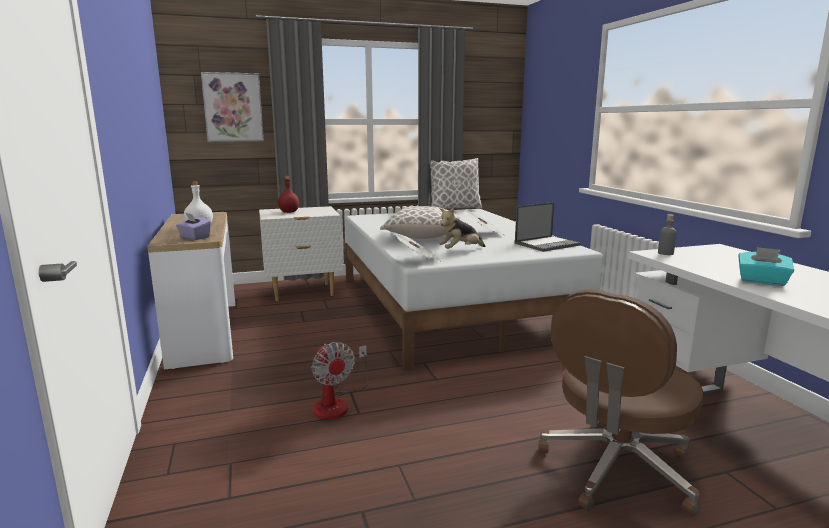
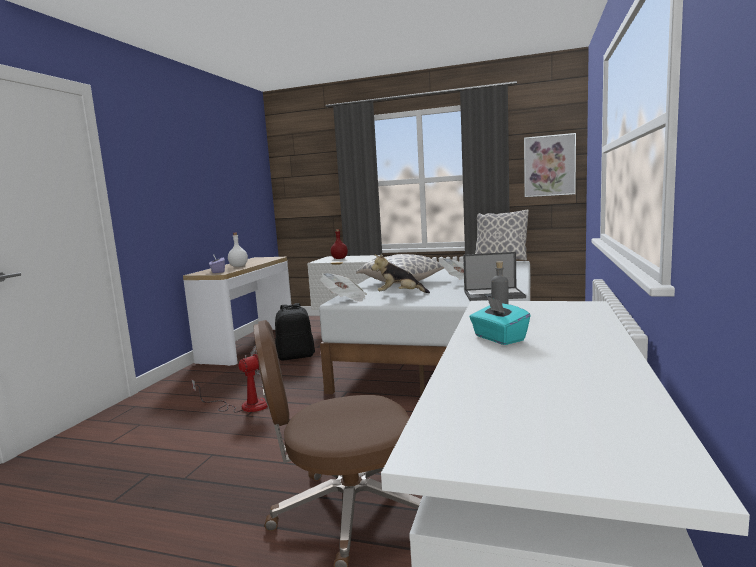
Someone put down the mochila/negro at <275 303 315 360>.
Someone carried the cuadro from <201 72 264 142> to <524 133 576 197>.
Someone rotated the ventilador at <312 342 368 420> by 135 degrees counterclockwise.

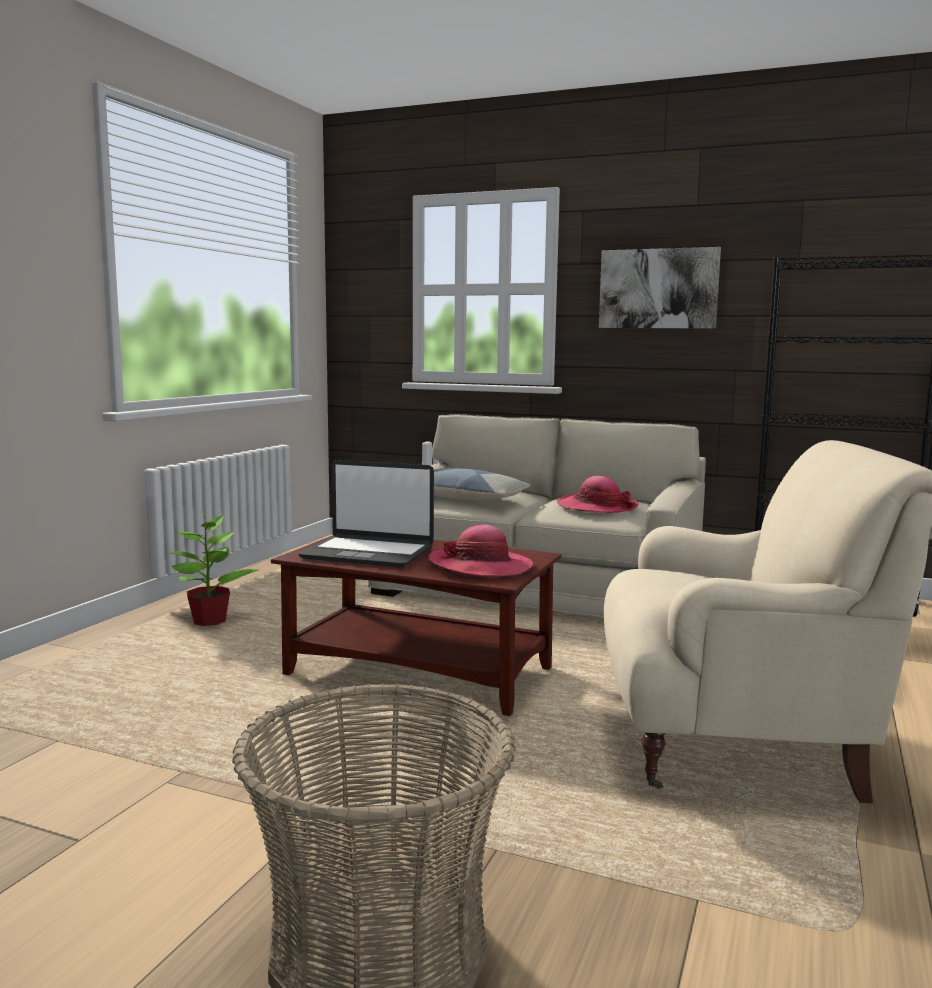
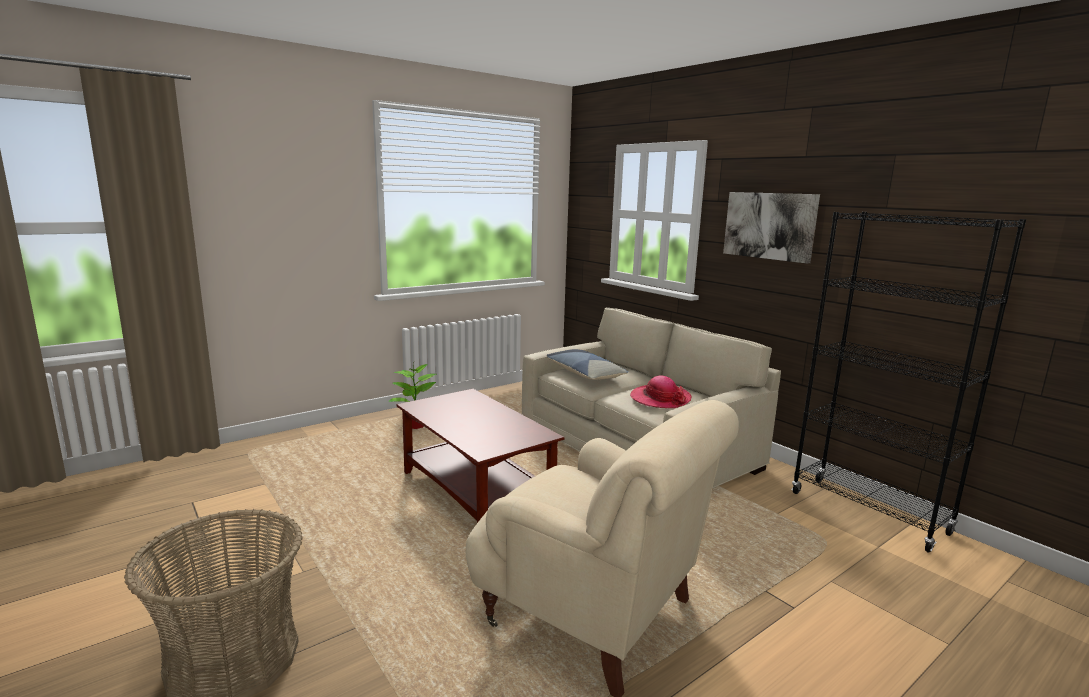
Someone took away the portátil at <299 460 434 567>.
Someone took away the sombrero at <428 524 535 578>.

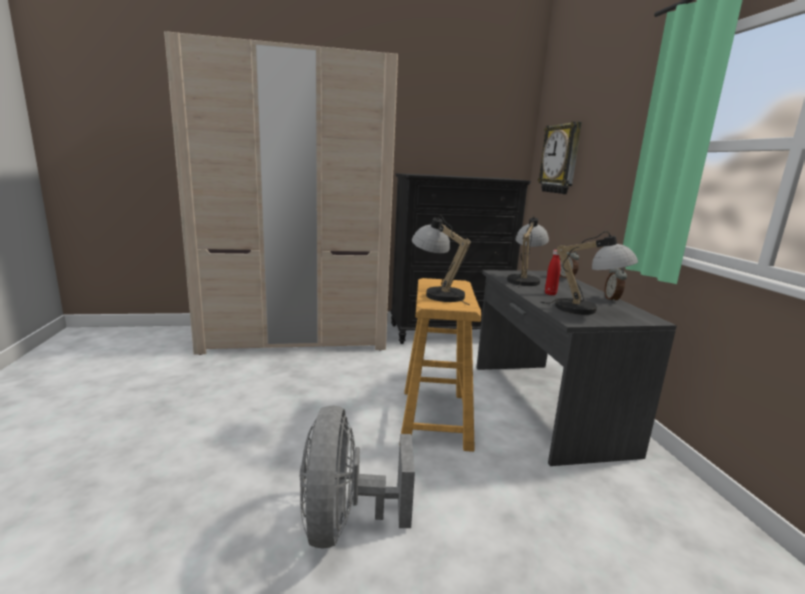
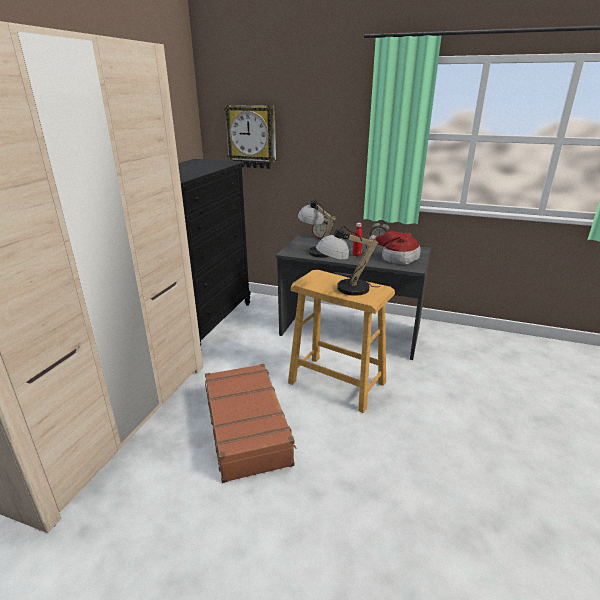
Someone took away the ventilador/gris at <300 405 415 549>.
Someone put down the maleta/marrón at <205 364 297 483>.
Someone swapped the lámpara de mesa at <540 231 638 315> for the sombrero at <369 231 421 265>.

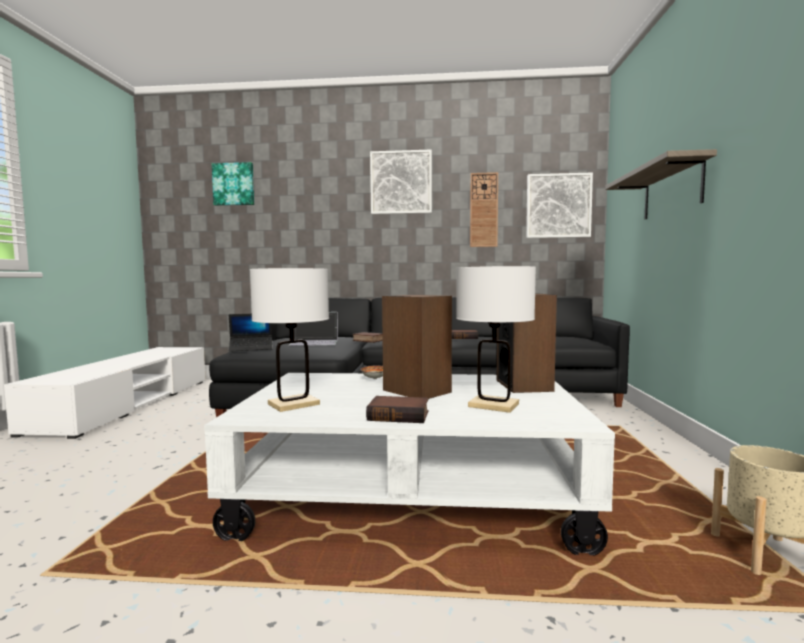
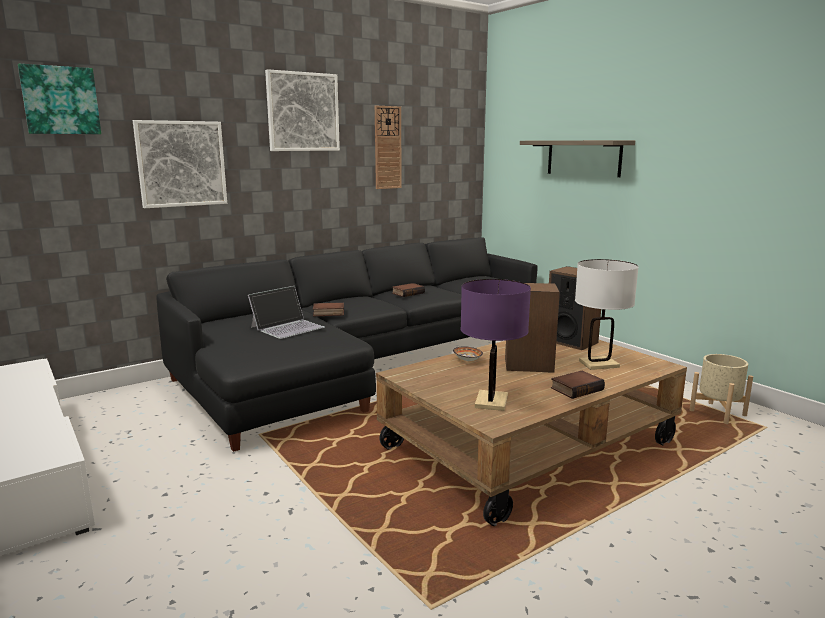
Someone took away the portátil at <229 314 273 352>.
Someone carried the cuadro from <526 173 593 238> to <133 120 227 208>.
Someone repainted the mesa de centro/blanco at <204 373 615 555>, which became the mesa de centro/marrón at <376 340 687 526>.
Someone repainted the lámpara de mesa/blanco at <250 268 329 412>, which became the lámpara de mesa/morado at <461 279 531 411>.

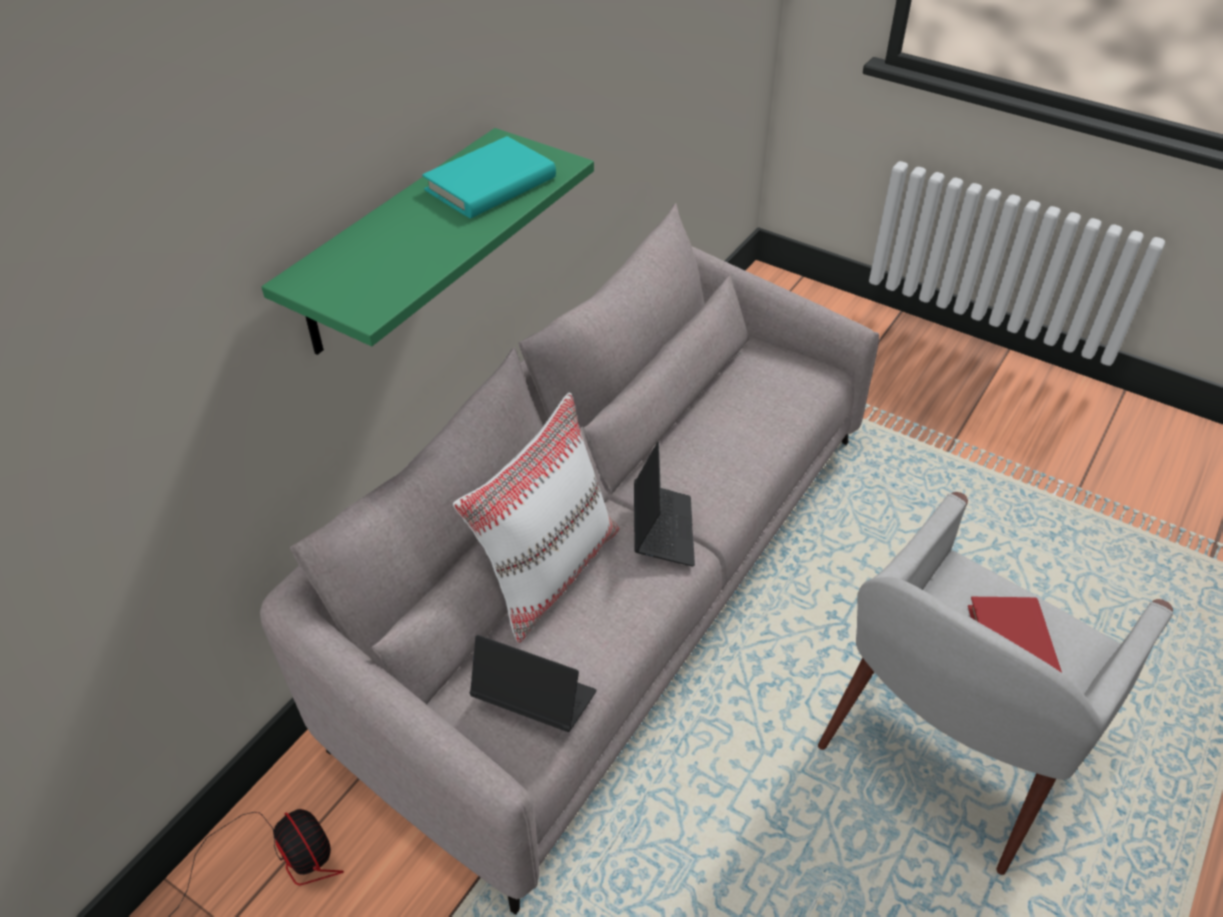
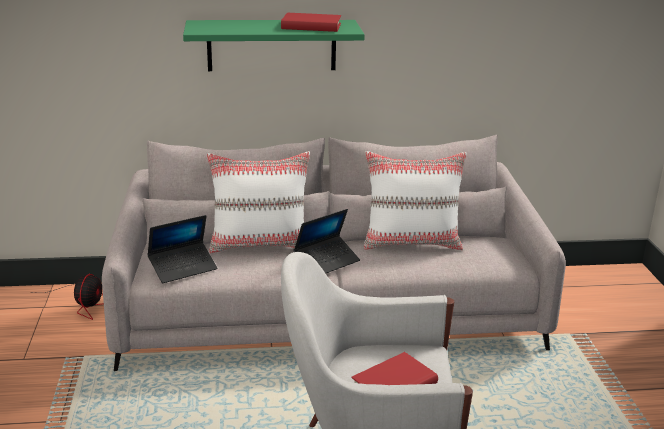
Someone put down the cojín/blanco at <364 151 466 250>.
Someone repainted the libro/turquesa at <422 136 556 218>, which became the libro/rojo at <281 13 341 32>.
Someone rotated the portátil at <469 635 596 732> by 75 degrees clockwise.

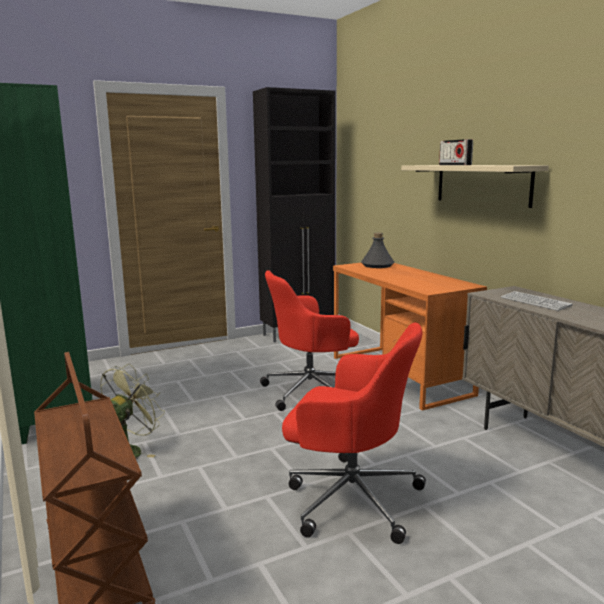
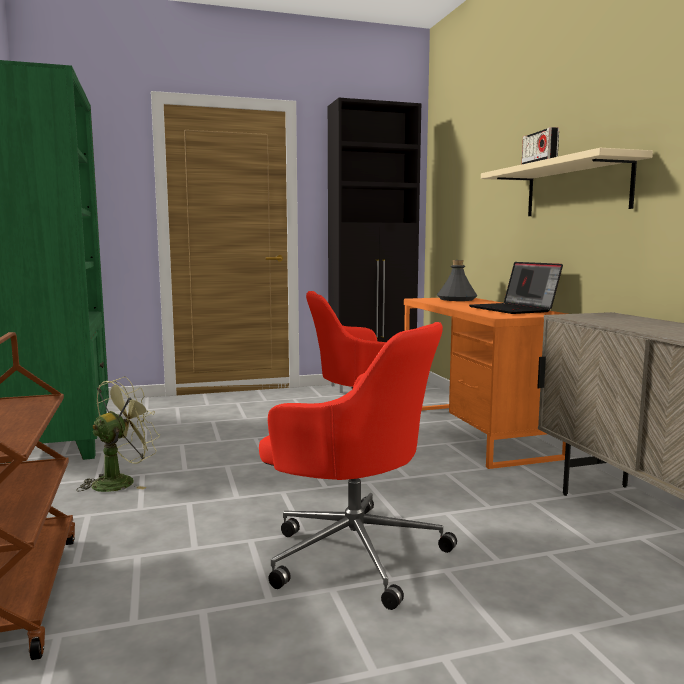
Someone took away the teclado at <501 291 573 311>.
Someone put down the portátil at <469 262 563 314>.

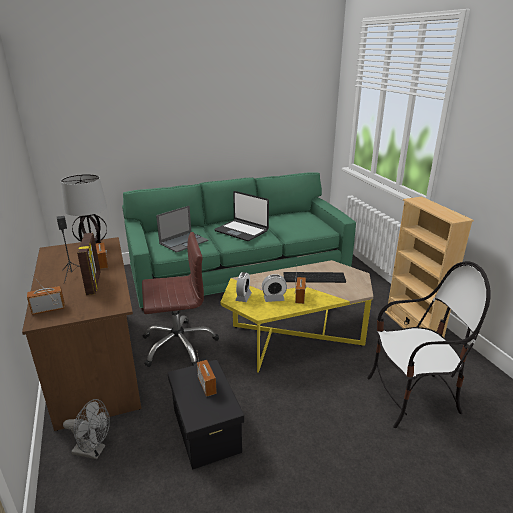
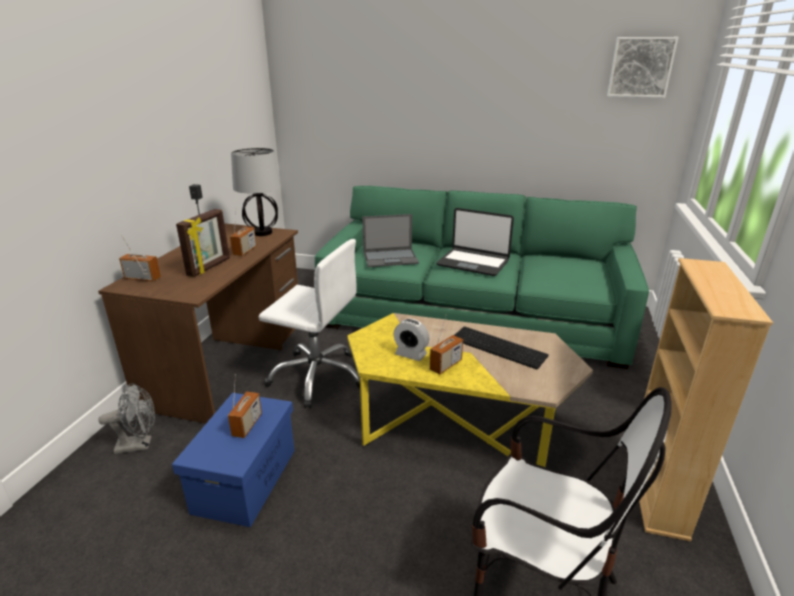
Someone took away the despertador at <235 272 252 302>.
Someone put up the cuadro at <607 37 678 98>.
Someone repainted the silla de oficina/marrón at <142 232 219 367>, which became the silla de oficina/blanco at <259 239 360 408>.
Someone repainted the caja de almacenaje/negro at <168 360 244 470>, which became the caja de almacenaje/azul at <172 393 294 527>.
Someone rotated the ventilador/gris at <63 399 110 459> by 60 degrees counterclockwise.
Someone rotated the portátil at <214 191 269 241> by 45 degrees counterclockwise.

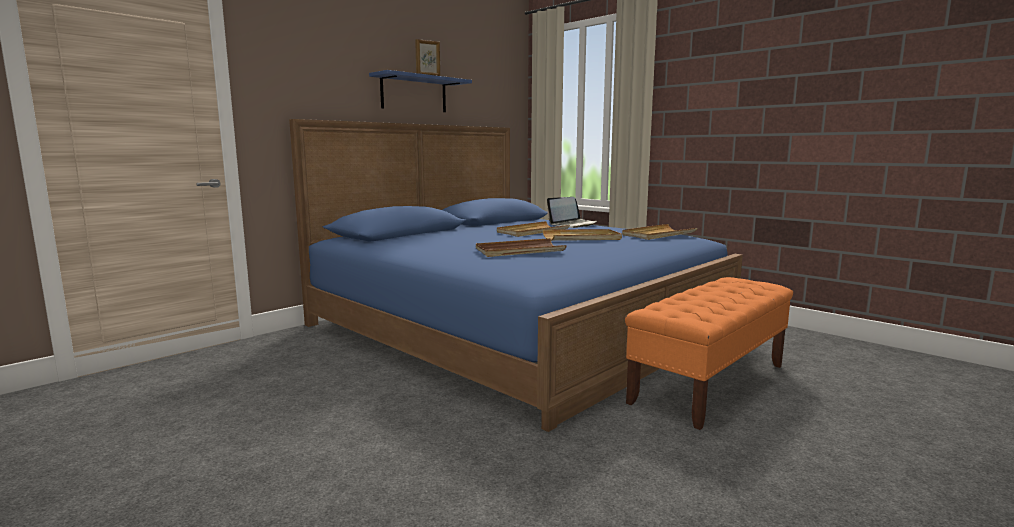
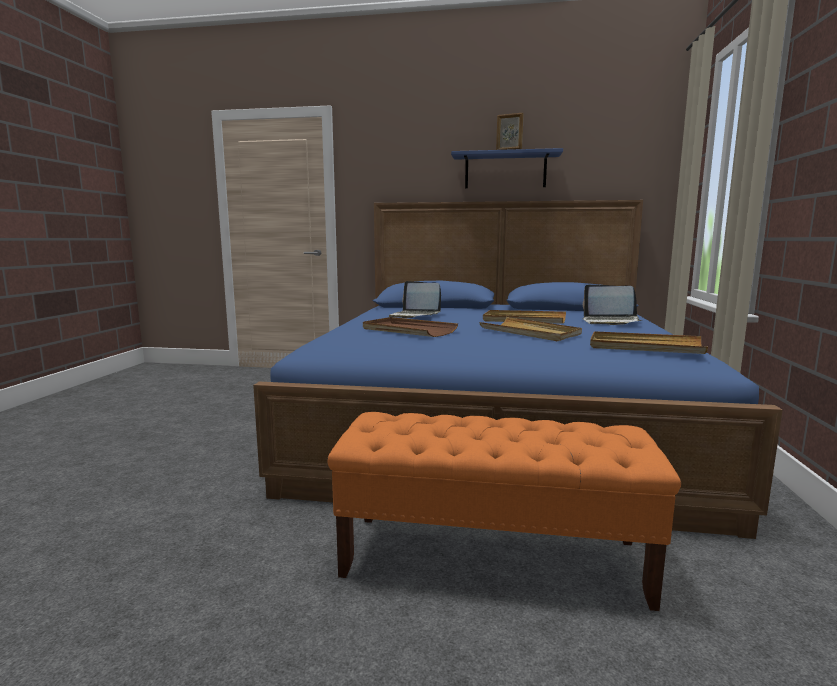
Someone put down the portátil at <389 281 441 318>.

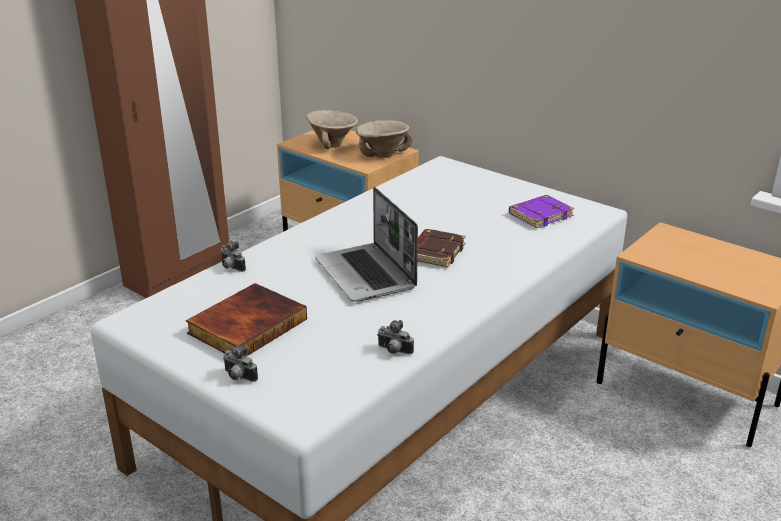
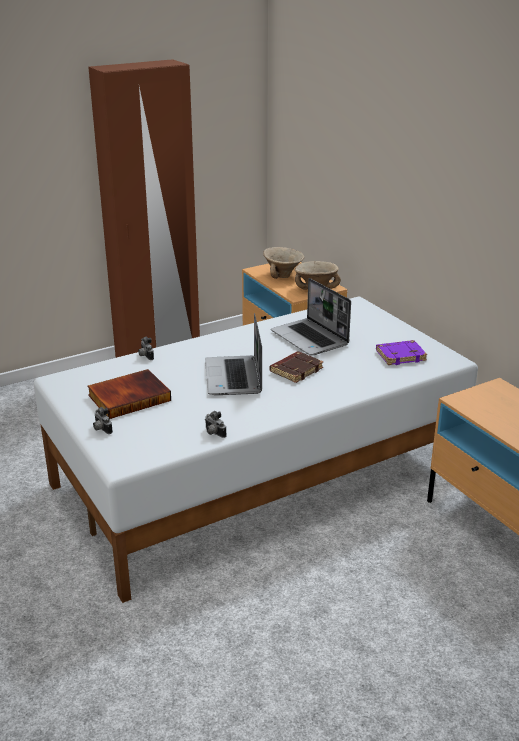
Someone put down the portátil at <271 278 351 355>.

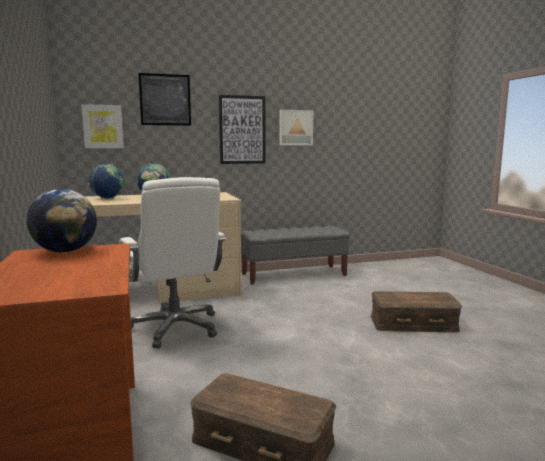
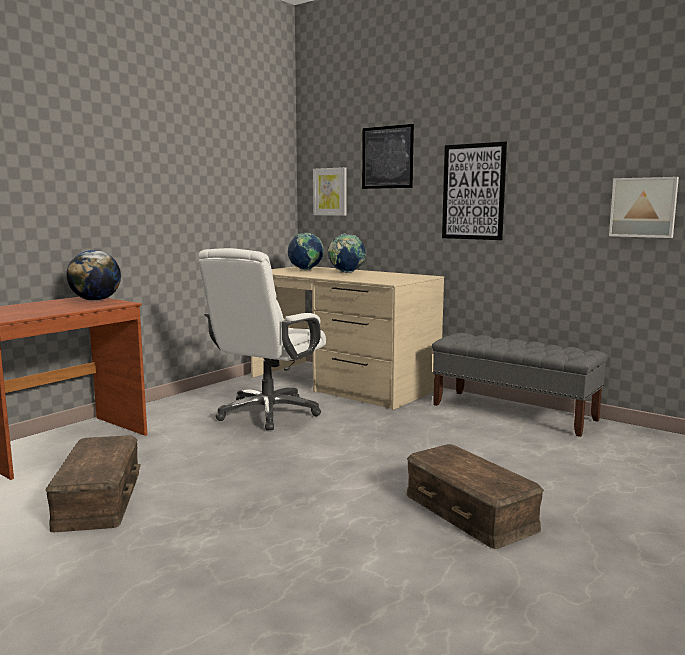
Someone carried the cuadro from <279 110 313 145> to <609 177 679 238>.

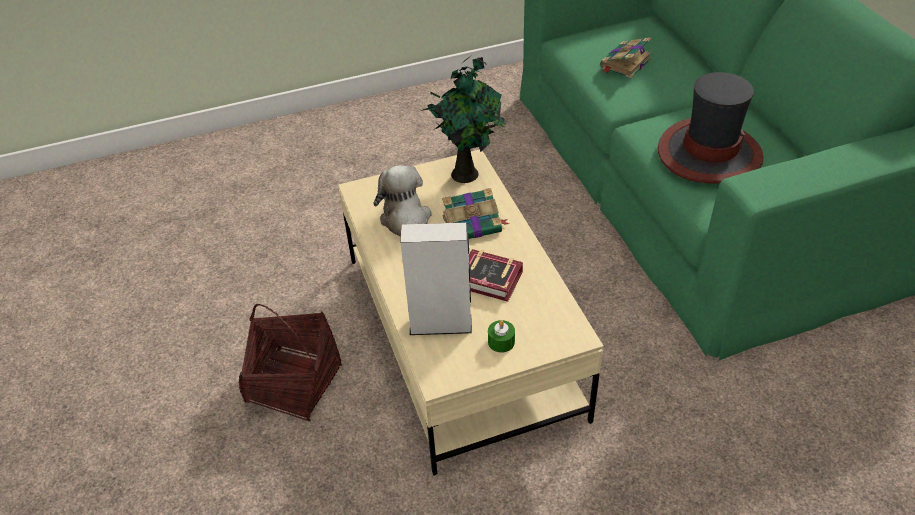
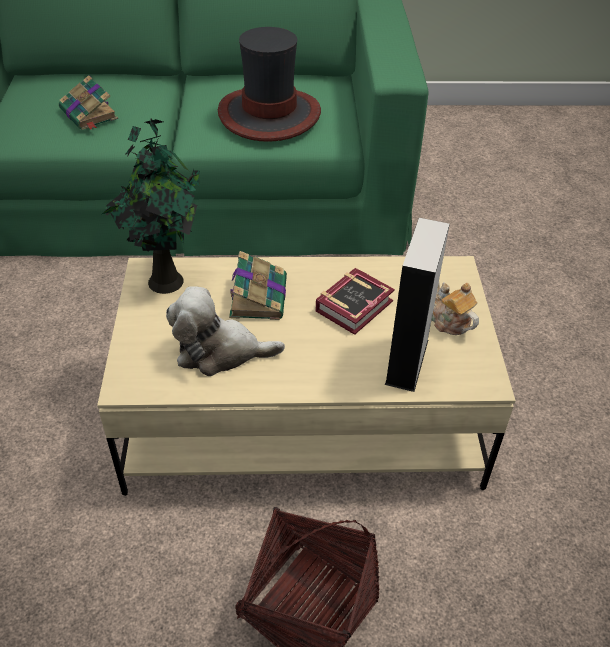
Someone swapped the vela/verde at <488 320 515 353> for the tetera at <432 282 479 335>.

